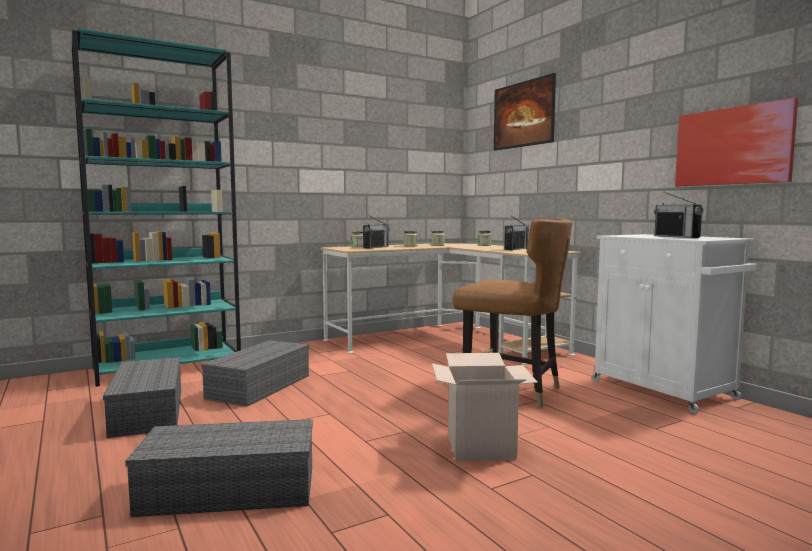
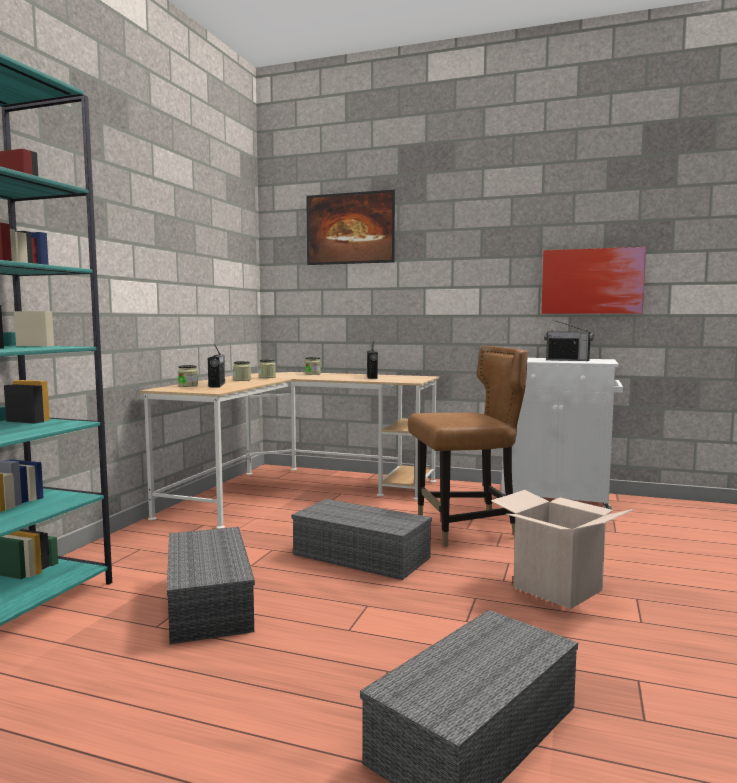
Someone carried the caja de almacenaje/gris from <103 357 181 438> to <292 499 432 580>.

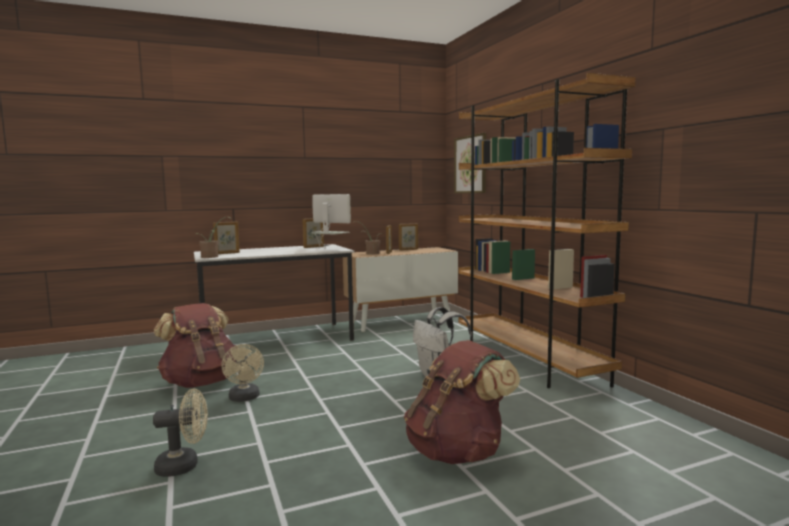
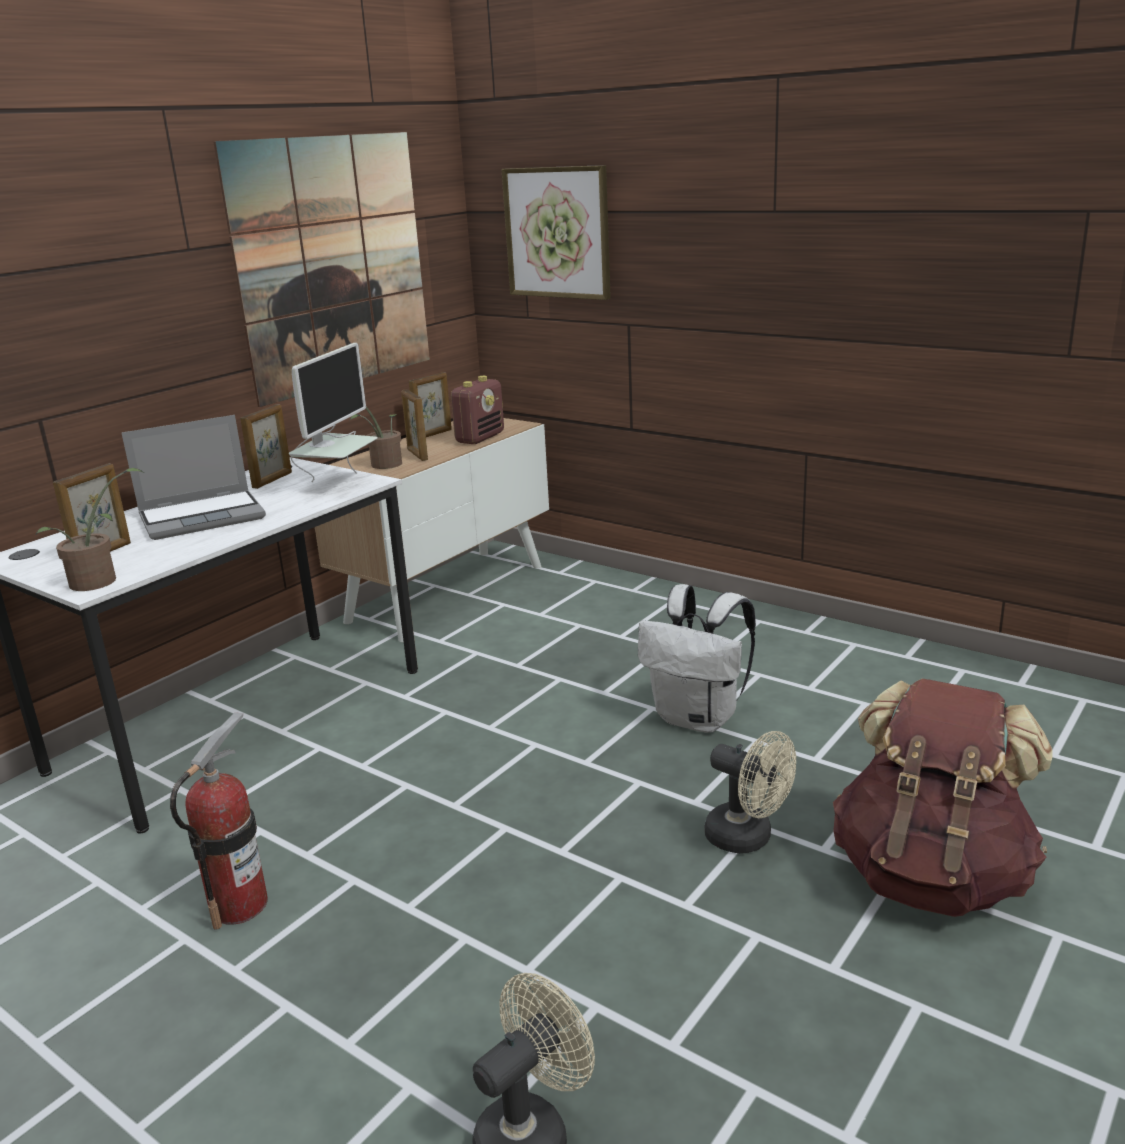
Someone took away the estantería/marrón at <459 73 636 388>.
Someone put down the portátil at <121 415 266 540>.
Someone put up the cuadro at <213 132 430 407>.
Someone put down the radio at <451 376 504 444>.
Someone carried the ventilador/beis from <221 344 264 402> to <704 731 796 854>.
Someone swapped the mochila/marrón at <154 303 237 388> for the extintor at <170 712 268 930>.
Someone rotated the monitor at <312 194 351 250> by 105 degrees clockwise.

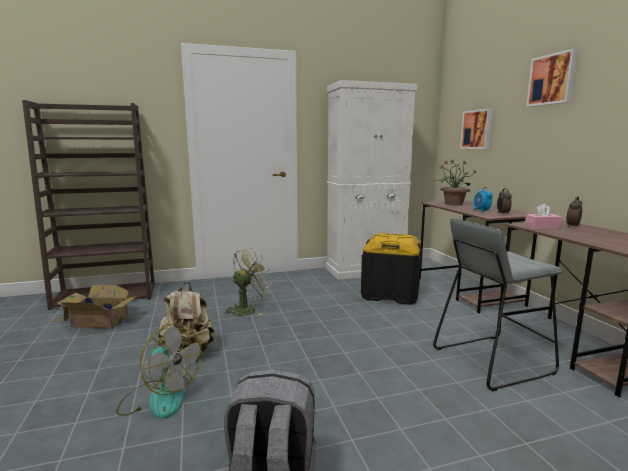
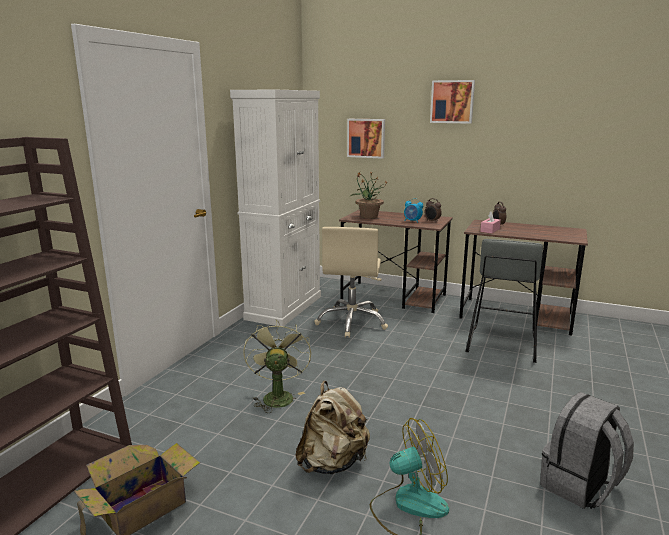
Someone swapped the caja de almacenaje/negro at <361 233 422 305> for the silla de oficina/beis at <314 227 388 338>.

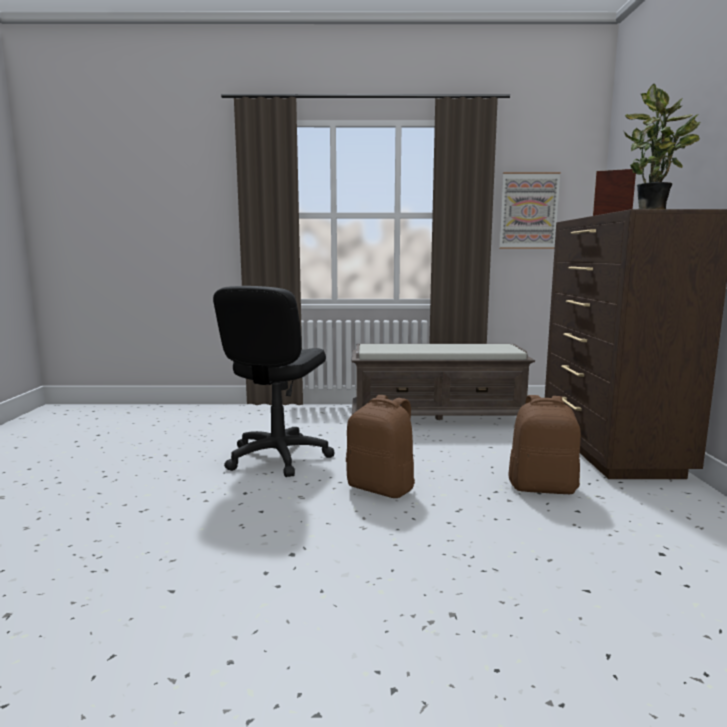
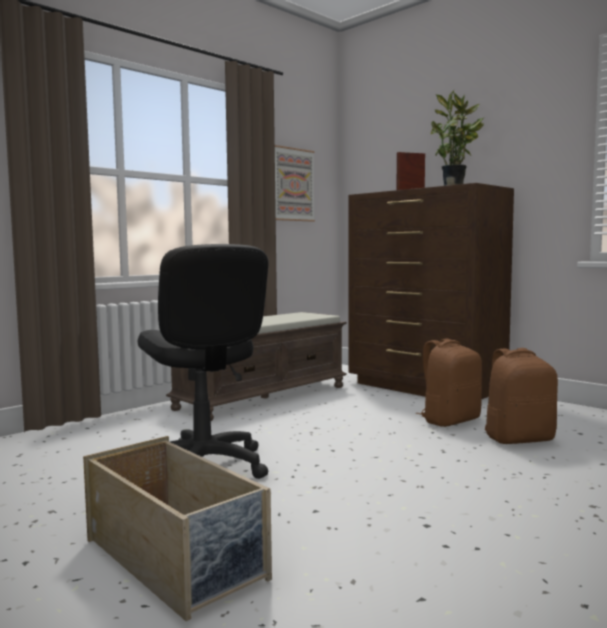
Someone put down the caja de almacenaje/beis at <83 436 272 621>.
Someone carried the mochila/marrón from <346 395 415 498> to <485 348 558 444>.

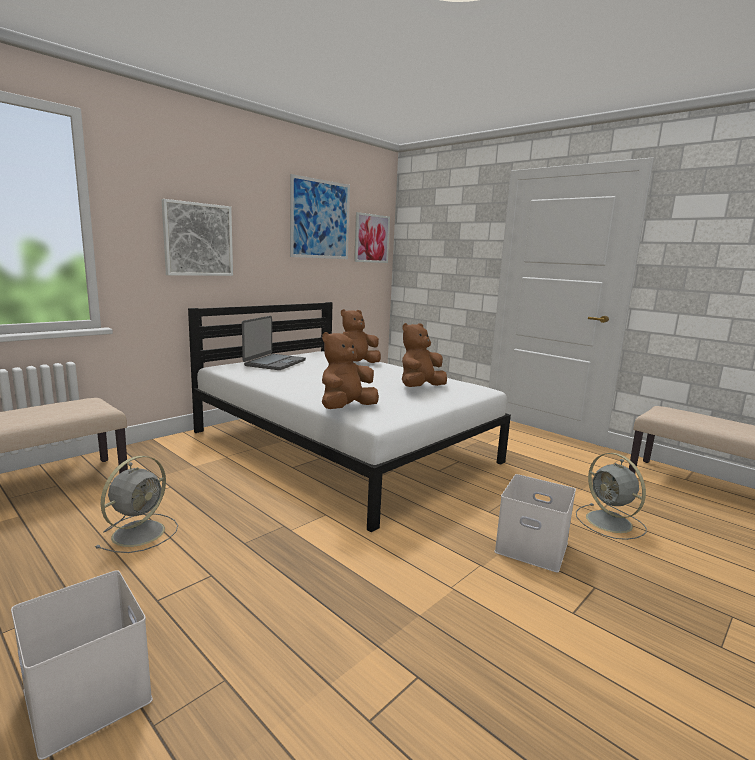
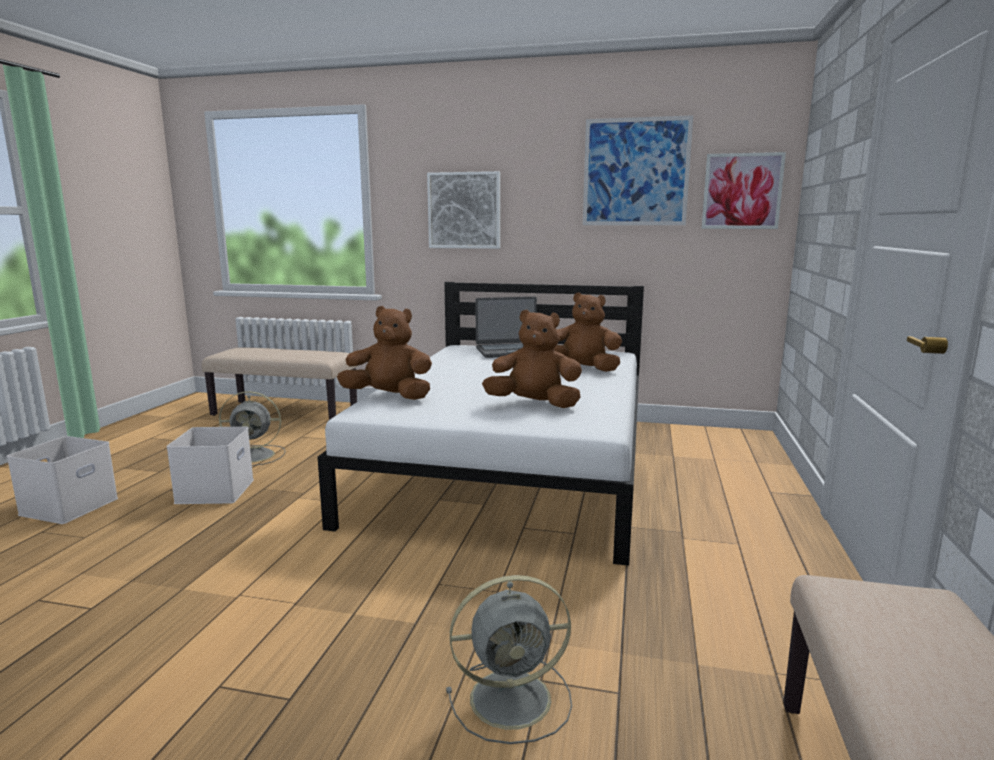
Someone carried the caja de almacenaje/blanco from <494 474 576 572> to <166 427 254 504>.
Someone rotated the ventilador/gris at <576 453 647 540> by 135 degrees counterclockwise.

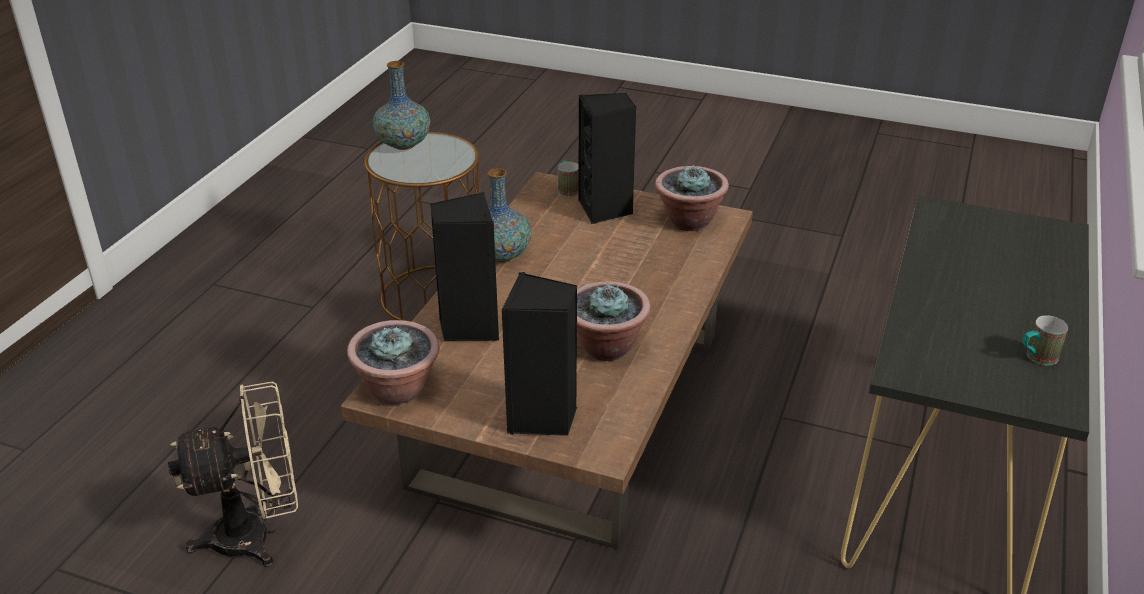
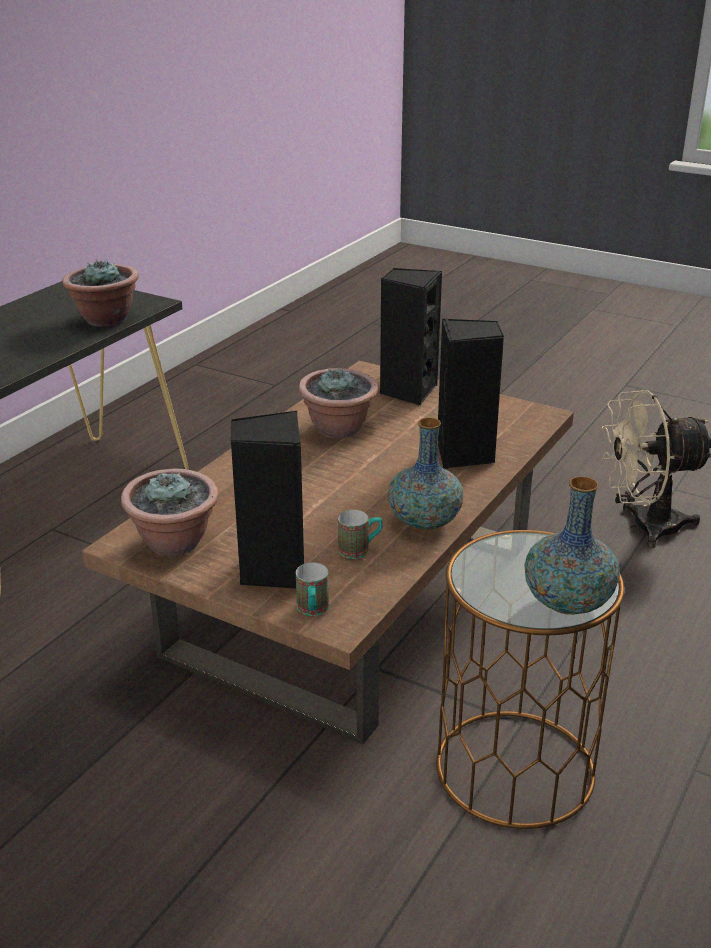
Someone carried the planta en maceta from <347 320 439 405> to <62 259 139 327>.
Someone carried the taza grande from <1023 315 1068 365> to <338 510 383 559>.

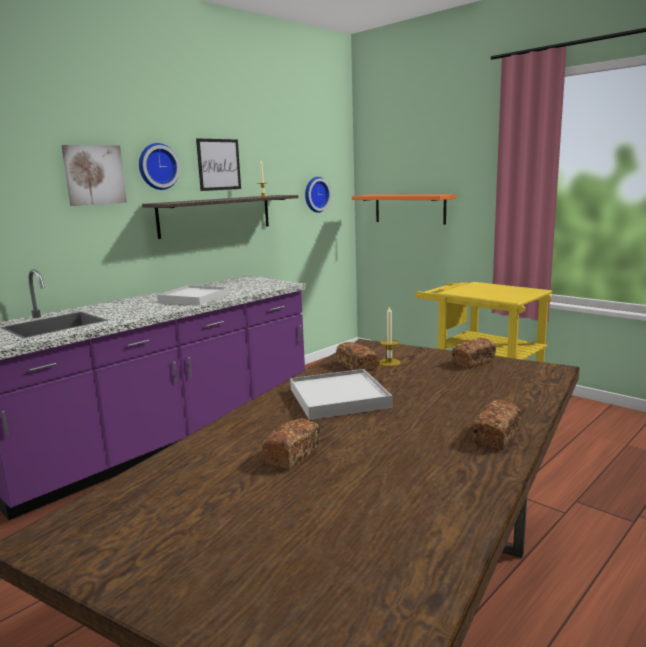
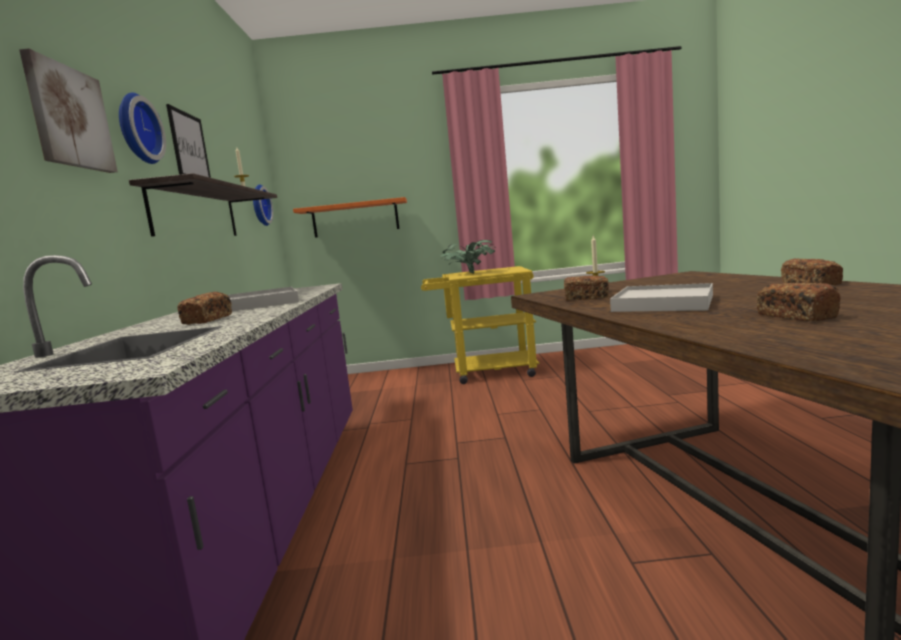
Someone put down the planta en maceta at <440 240 495 273>.
Someone carried the pan from <452 338 496 369> to <177 292 232 325>.

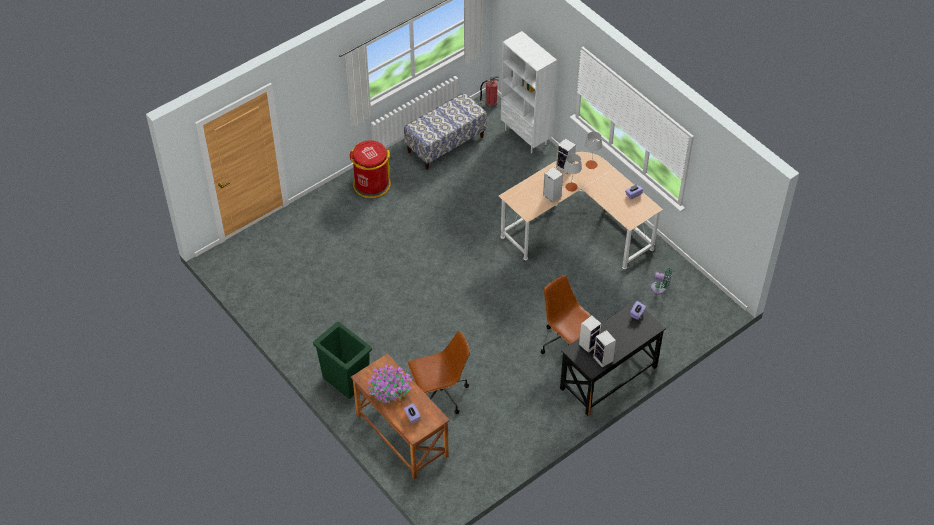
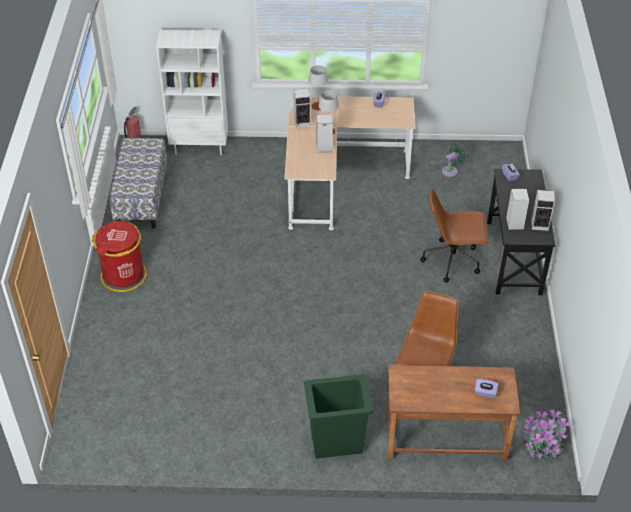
Someone carried the planta en maceta from <367 364 412 404> to <523 409 571 459>.

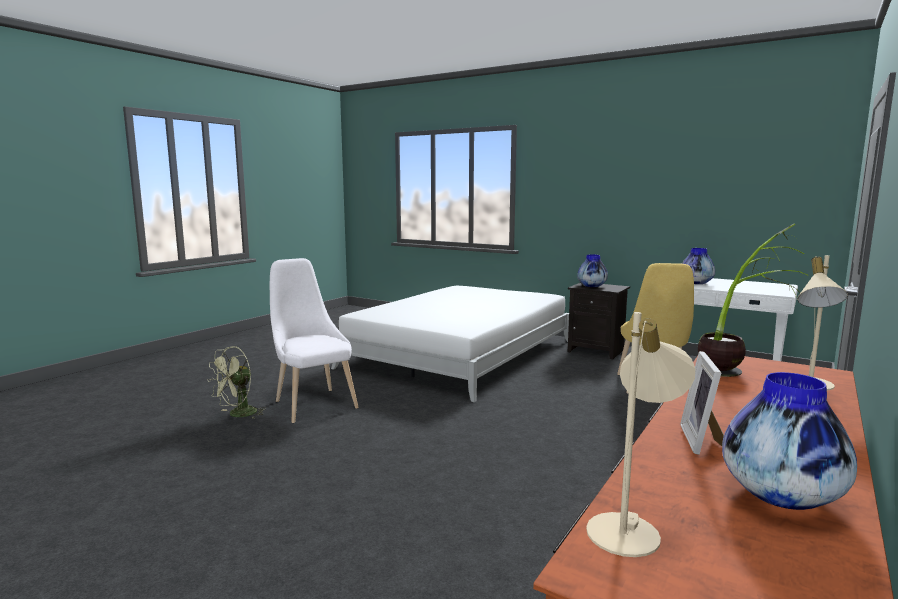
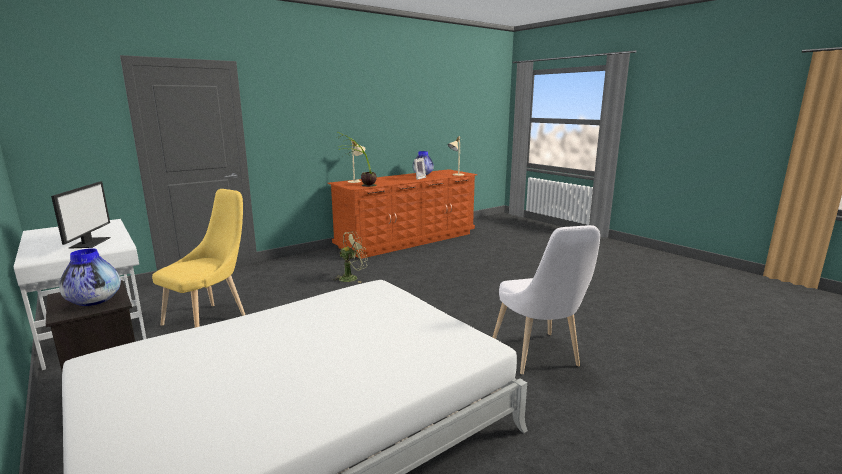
Someone carried the ventilador/verde from <207 346 266 419> to <333 231 368 283>.
Someone swapped the florero at <682 248 715 284> for the monitor at <51 181 111 249>.

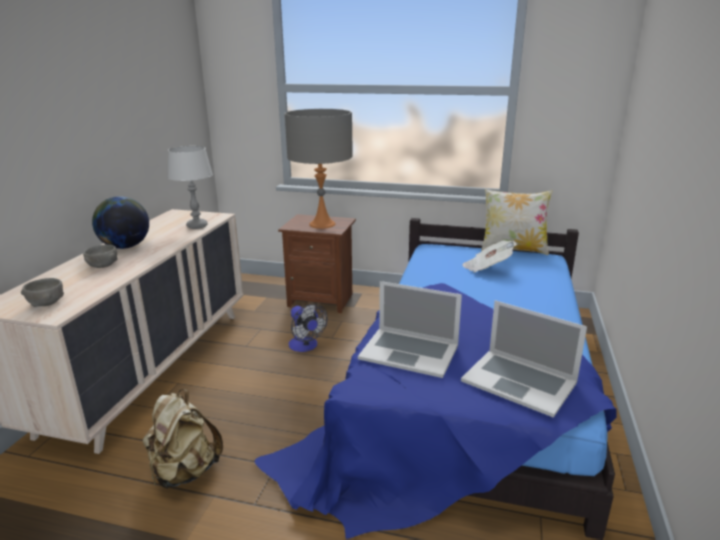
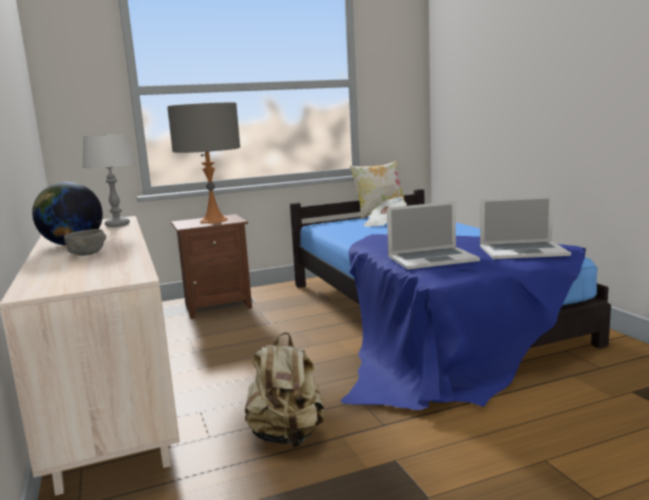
Someone took away the cuenco/gris at <21 278 64 307>.
Someone took away the ventilador at <289 304 328 352>.

